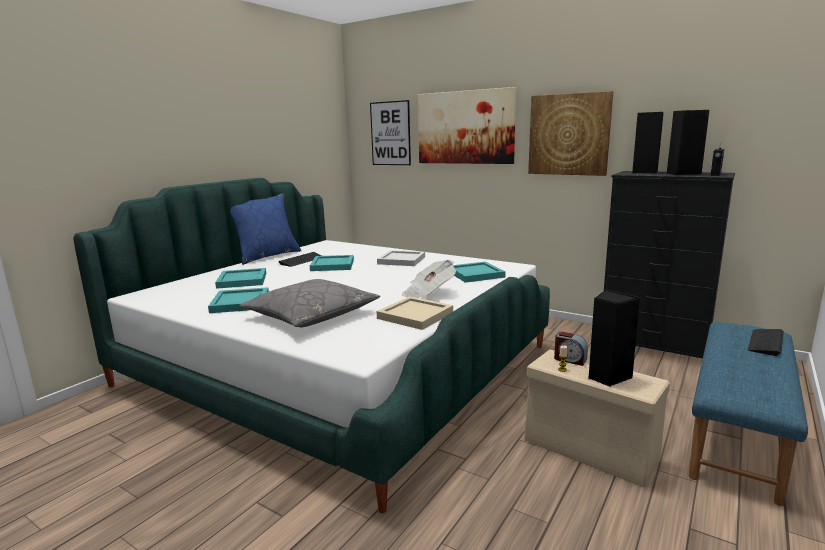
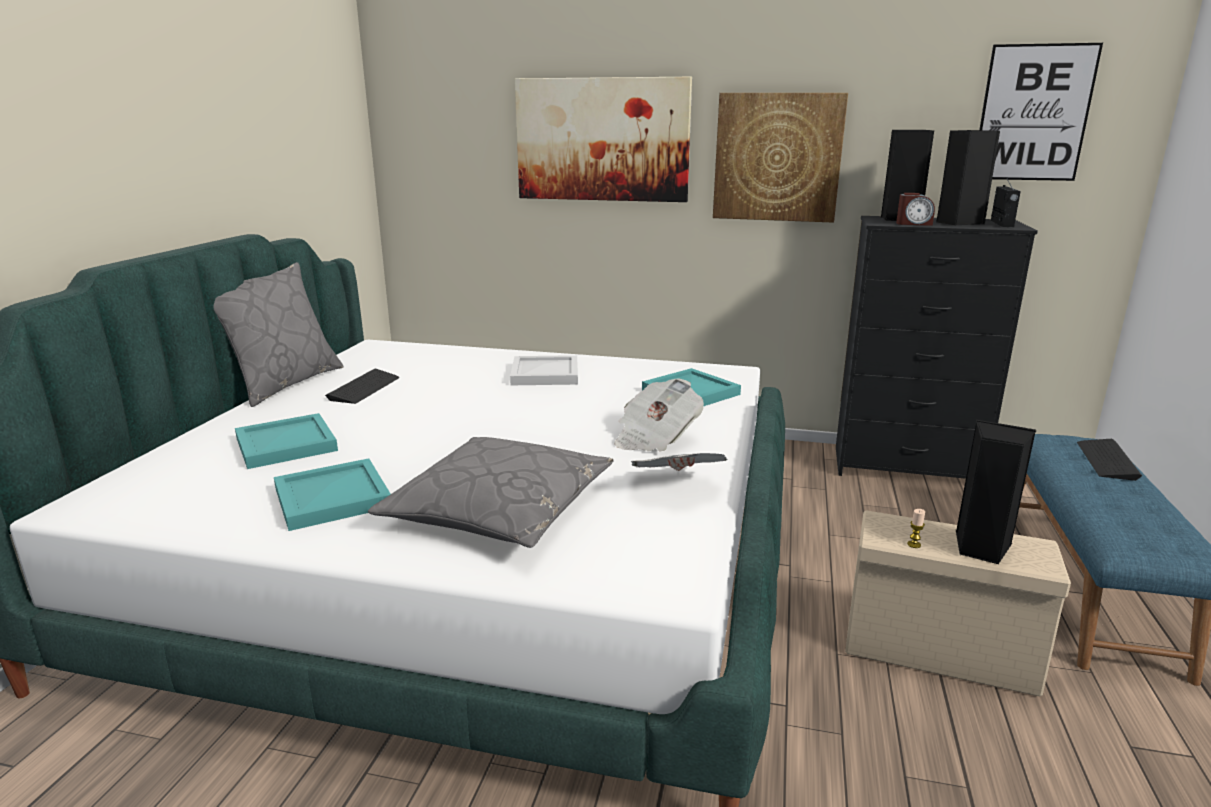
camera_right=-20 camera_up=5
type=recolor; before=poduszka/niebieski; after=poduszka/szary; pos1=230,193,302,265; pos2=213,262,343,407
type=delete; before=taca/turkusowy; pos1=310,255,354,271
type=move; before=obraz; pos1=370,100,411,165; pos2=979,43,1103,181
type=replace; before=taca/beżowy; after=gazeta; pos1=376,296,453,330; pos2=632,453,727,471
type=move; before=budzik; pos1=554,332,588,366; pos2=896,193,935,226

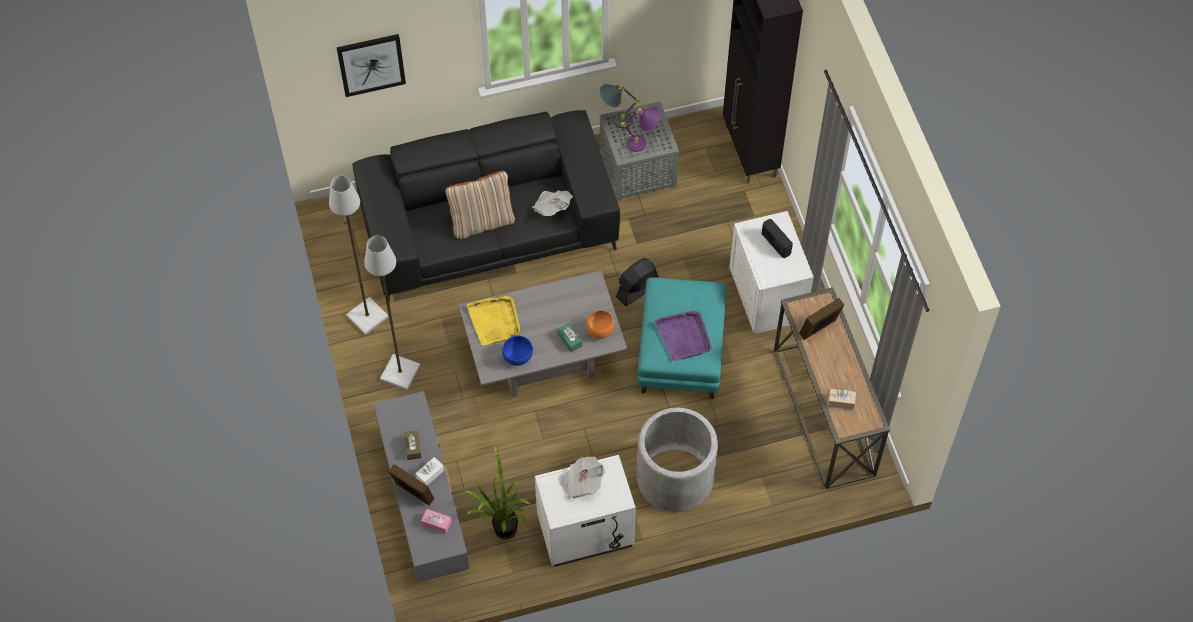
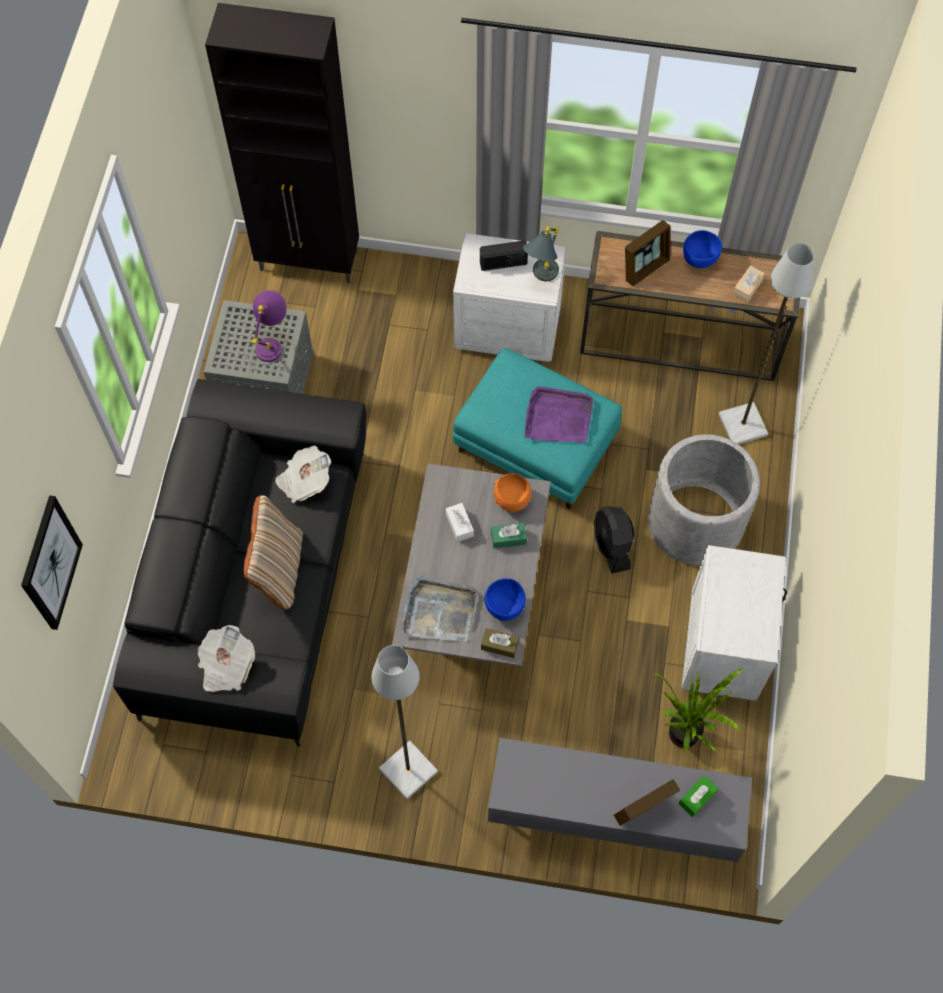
camera_right=-65 camera_up=5
type=move; before=lampa stojąca/szary; pos1=329,176,388,335; pos2=719,243,815,444
type=move; before=pudełko chusteczek/brązowy; pos1=404,431,421,460; pos2=481,628,519,658
type=move; before=pudełko chusteczek/biały; pos1=415,457,444,485; pos2=446,503,474,542
type=recolor; before=pudełko chusteczek/różowy; after=pudełko chusteczek/zielony; pos1=421,509,451,534; pos2=679,775,718,817
type=recolor; before=taca/żółty; after=taca/szary; pos1=467,296,521,346; pos2=401,577,478,641
type=move; before=gazeta; pos1=558,456,605,499; pos2=197,625,255,692
type=move; before=lampa stołowa/szary; pos1=600,84,639,128; pos2=523,226,560,281
type=move; before=wentylator/czarny; pos1=616,258,659,306; pos2=594,506,634,574
type=rotate; before=ramka na zdjęcie; pos1=799,298,844,340; pos2=625,220,671,286; turn=-120
type=insert; after=miska/niebieski; pos2=683,230,722,268

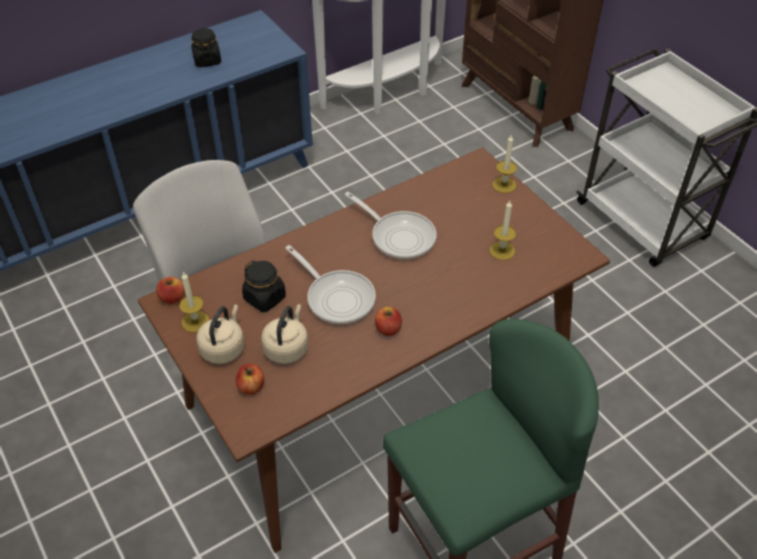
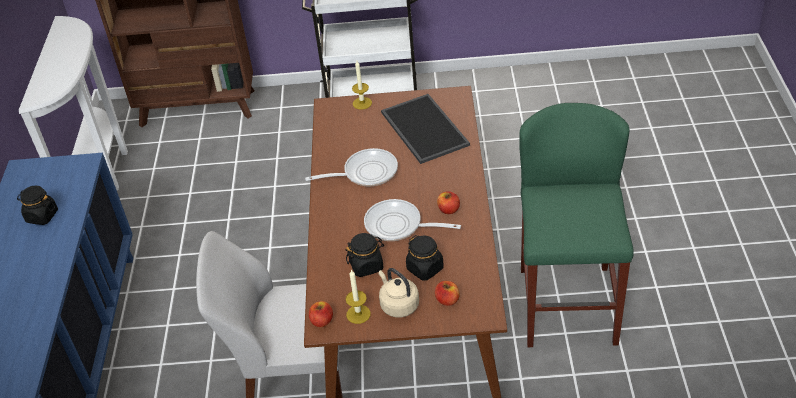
camera_right=-55 camera_up=-5
type=replace; before=czajnik/beżowy; after=słoik/czarny; pos1=261,304,308,364; pos2=406,235,444,281
type=rotate; before=patelnia; pos1=285,245,376,324; pos2=364,199,461,241; turn=-150
type=replace; before=świeca; after=taca; pos1=490,201,516,260; pos2=381,94,470,164

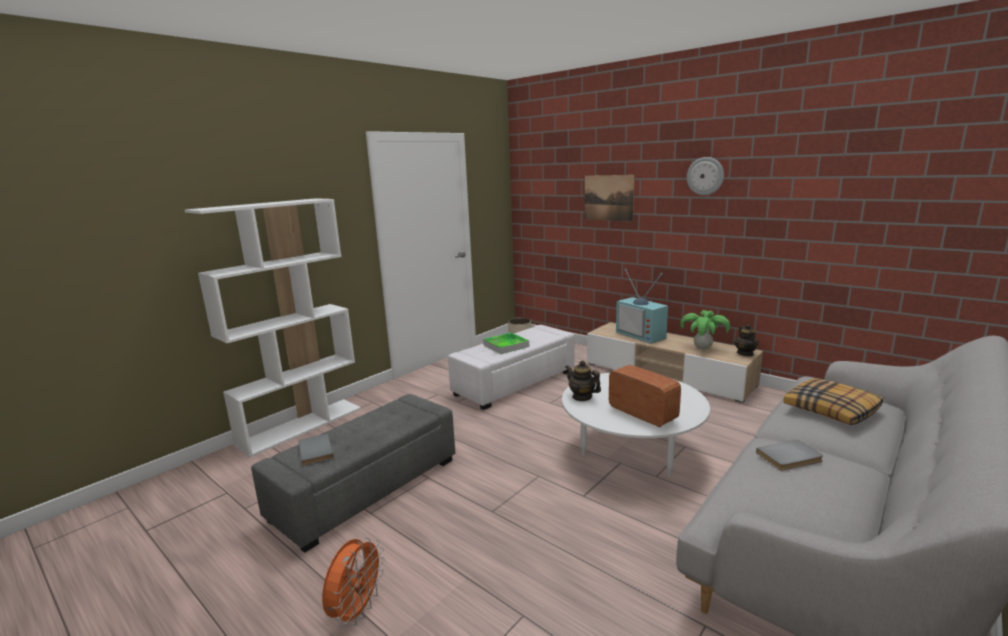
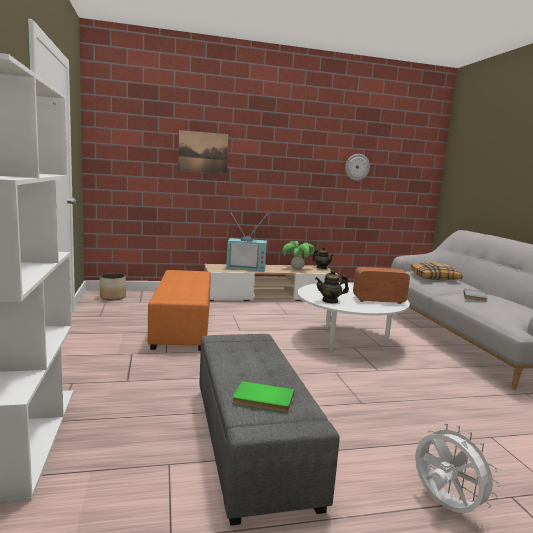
camera_right=-55 camera_up=-5
type=recolor; before=książka/szary; after=książka/zielony; pos1=299,434,334,465; pos2=232,381,295,413
type=recolor; before=wentylator/pomarańczowy; after=wentylator/biały; pos1=322,537,385,627; pos2=415,424,500,513
type=recolor; before=pufa/biały; after=pufa/pomarańczowy; pos1=448,325,574,410; pos2=148,270,211,351
type=delete; before=taca; pos1=483,332,529,354
type=move; before=zegar ścienny; pos1=687,157,724,195; pos2=345,154,370,181

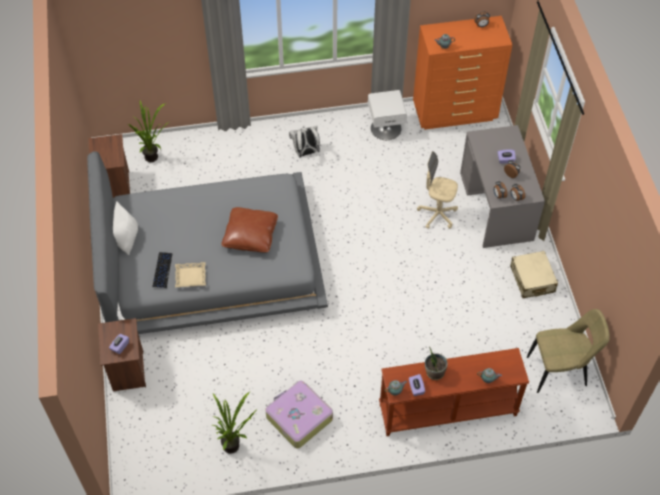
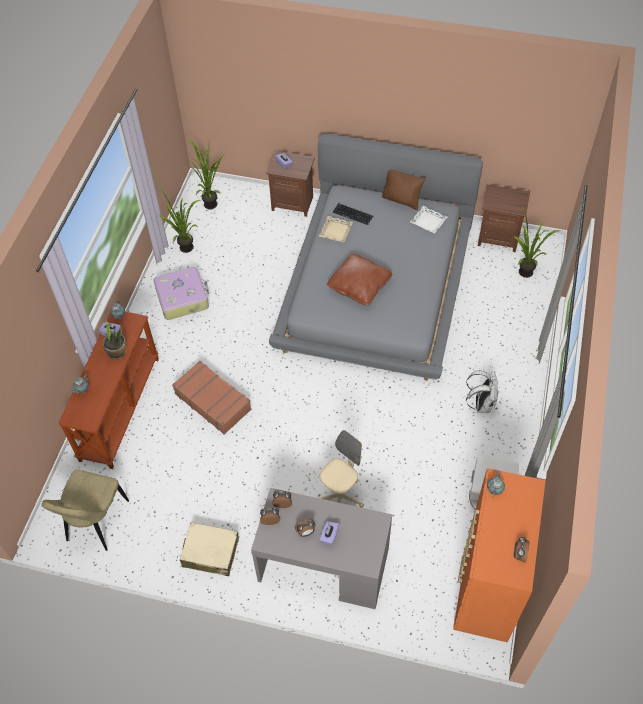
camera_right=115 camera_up=0
type=recolor; before=poduszka/biały; after=poduszka/brązowy; pos1=113,201,138,255; pos2=382,169,426,210
type=insert; after=walizka/brązowy; pos2=172,361,252,435
type=insert; after=roślina doniczkowa; pos2=184,138,224,210
type=insert; after=taca/biały; pos2=410,206,448,234

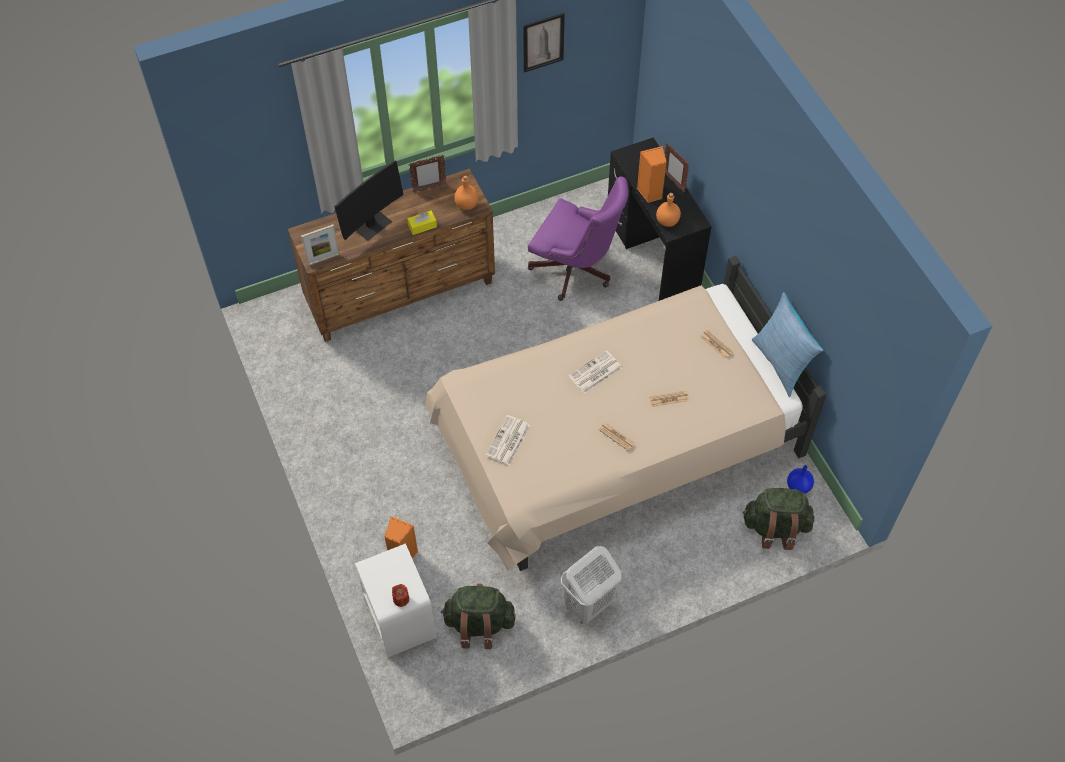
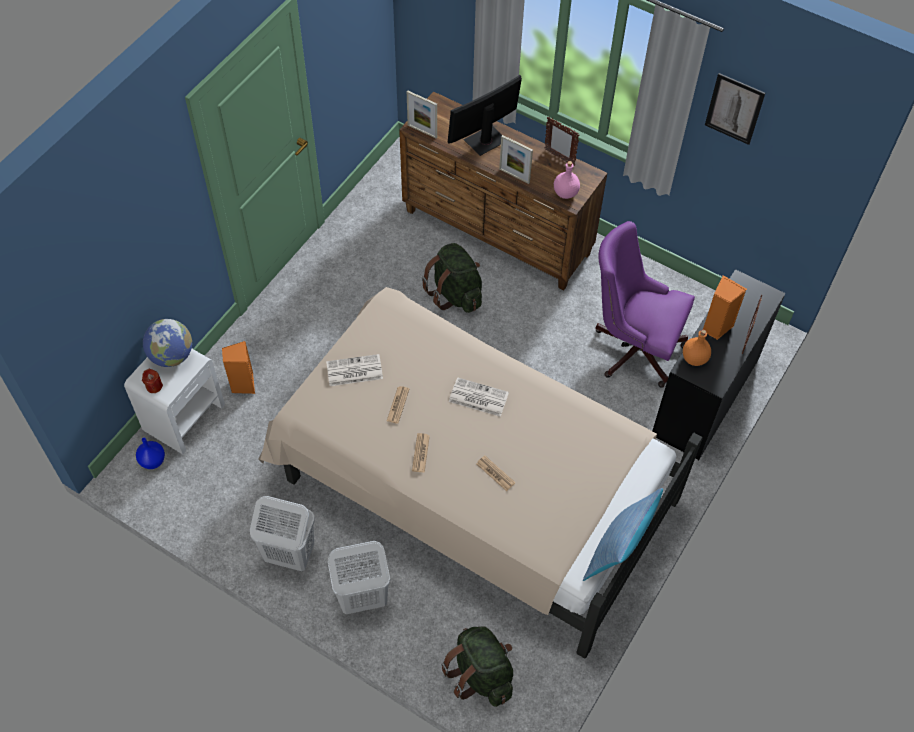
camera_right=55 camera_up=0
type=rotate; before=monitor; pos1=334,160,404,241; pos2=448,75,522,156; turn=135
type=replace; before=pudełko chusteczek/żółty; after=ramka na zdjęcie; pos1=407,211,437,235; pos2=499,135,533,184
type=move; before=plecak/zielony; pos1=441,583,516,649; pos2=422,243,482,313
type=recolor; before=butelka/pomarańczowy; after=butelka/różowy; pos1=454,175,479,210; pos2=554,161,580,199
type=rotate; before=krzesło biurowe/fioletowy; pos1=528,176,629,301; pos2=595,221,695,388; turn=120
type=move; before=gazeta; pos1=700,330,734,359; pos2=387,386,409,424
type=move; before=wazon/niebieski; pos1=787,465,814,494; pos2=136,438,165,469
type=insert; after=globus; pos2=143,319,192,367
type=insert; after=kosz na pranie/biały; pos2=328,541,390,614

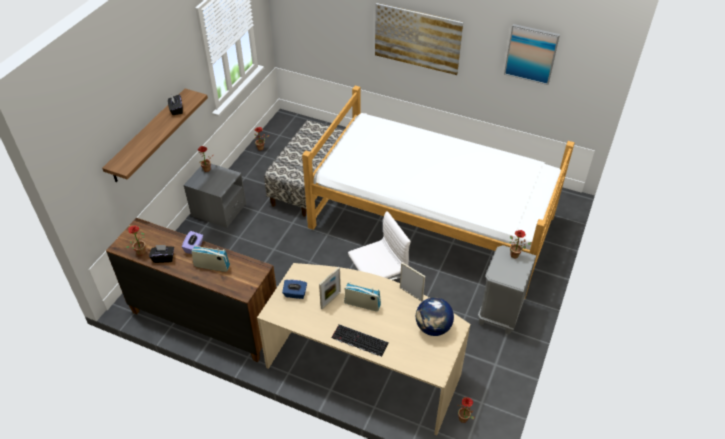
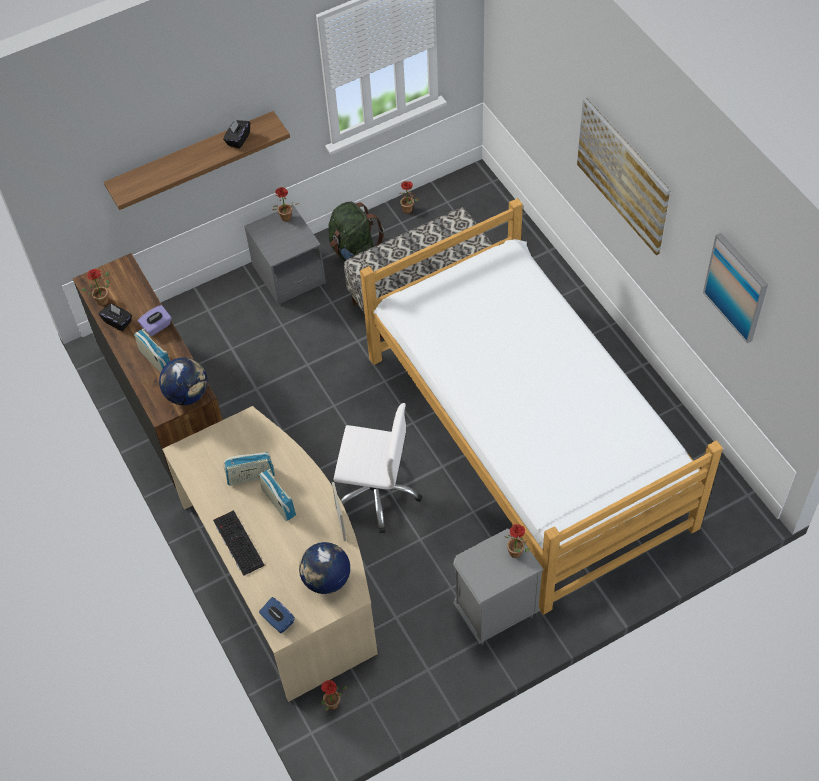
camera_right=40 camera_up=10
type=move; before=pudełko chusteczek/niebieski; pos1=282,280,307,299; pos2=259,597,295,633
type=replace; before=ramka na zdjęcie; after=radio; pos1=319,267,341,309; pos2=224,452,275,486
type=insert; after=globus; pos2=159,358,208,405
type=insert; after=plecak/zielony; pos2=328,202,384,261

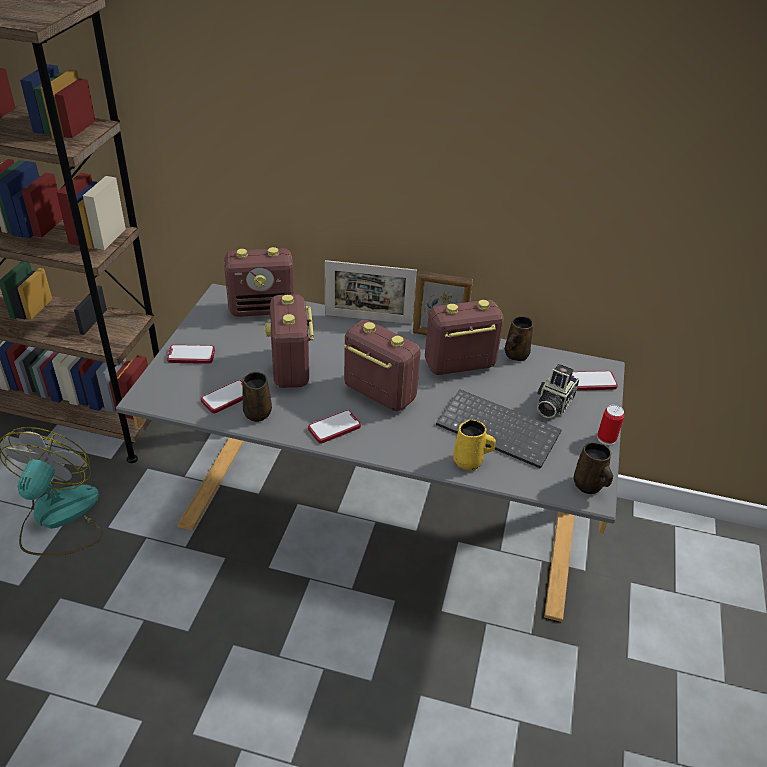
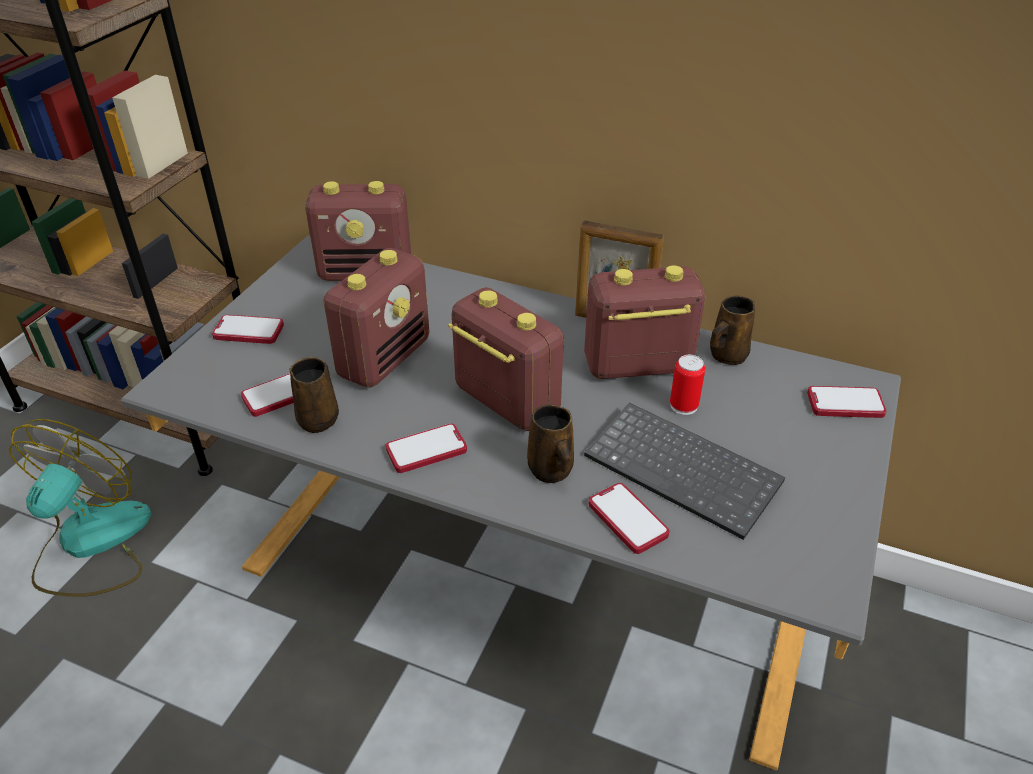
camera_right=10 camera_up=0
type=rotate; before=radio; pos1=265,294,314,388; pos2=323,248,429,388; turn=-150
type=delete; before=ramka na zdjęcie; pos1=325,260,417,324
type=replace; before=kubek/żółty; after=telefon; pos1=453,419,496,470; pos2=589,483,670,554
type=delete; before=aparat fotograficzny; pos1=537,364,579,418
type=move; before=kubek/brązowy; pos1=574,442,613,494; pos2=527,404,574,483
type=move; before=puszka; pos1=597,405,625,445; pos2=670,355,705,415

